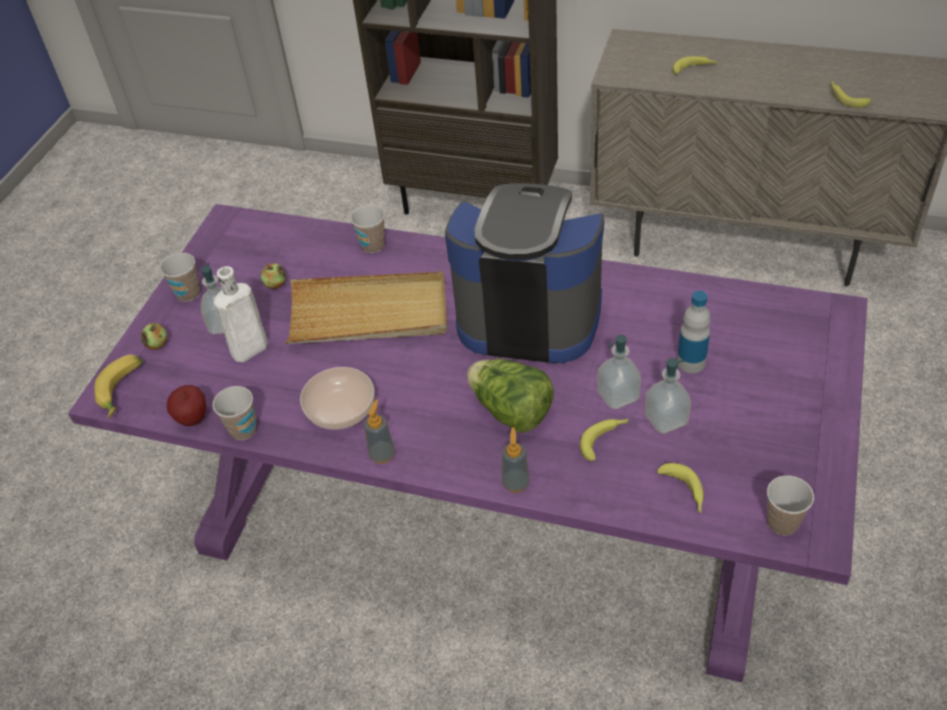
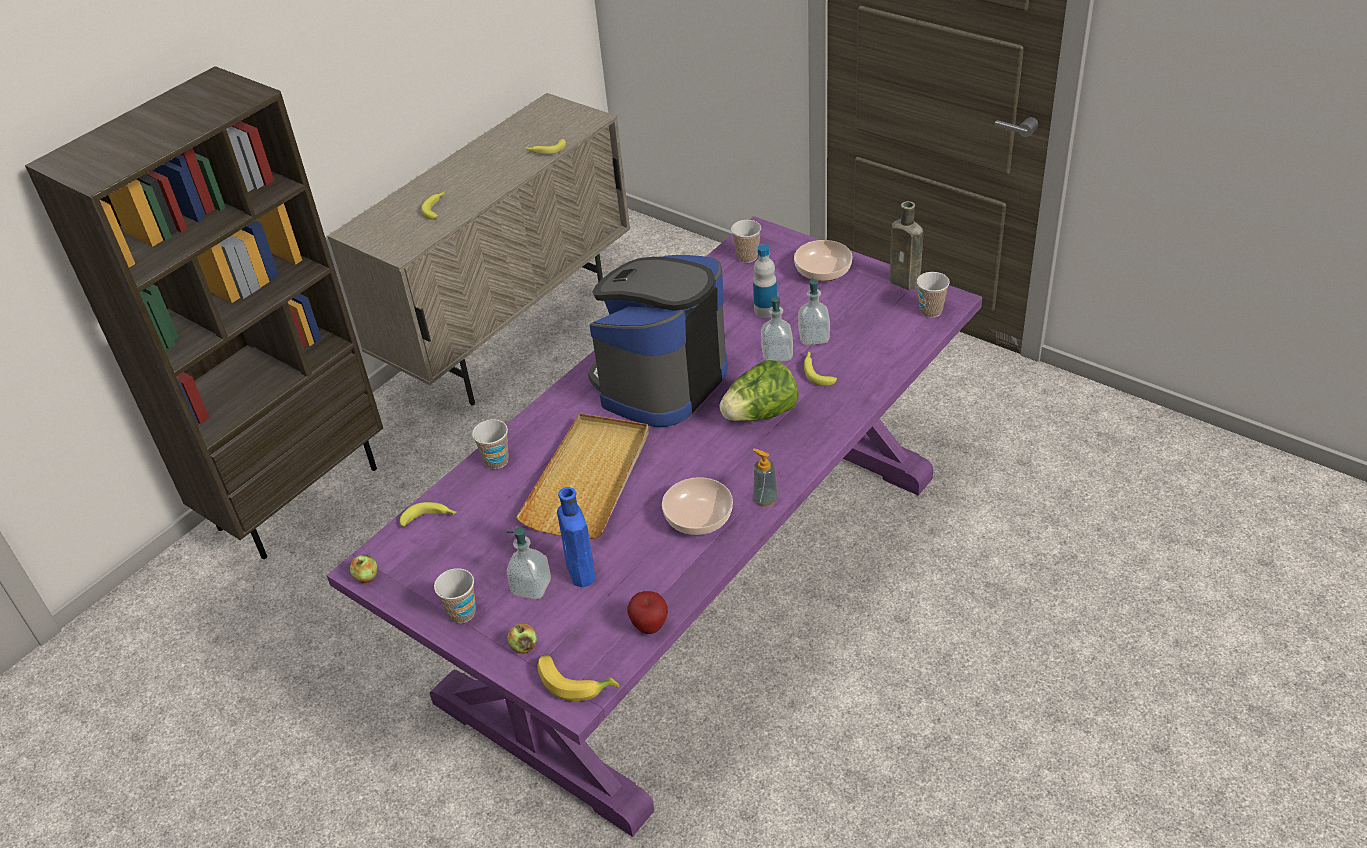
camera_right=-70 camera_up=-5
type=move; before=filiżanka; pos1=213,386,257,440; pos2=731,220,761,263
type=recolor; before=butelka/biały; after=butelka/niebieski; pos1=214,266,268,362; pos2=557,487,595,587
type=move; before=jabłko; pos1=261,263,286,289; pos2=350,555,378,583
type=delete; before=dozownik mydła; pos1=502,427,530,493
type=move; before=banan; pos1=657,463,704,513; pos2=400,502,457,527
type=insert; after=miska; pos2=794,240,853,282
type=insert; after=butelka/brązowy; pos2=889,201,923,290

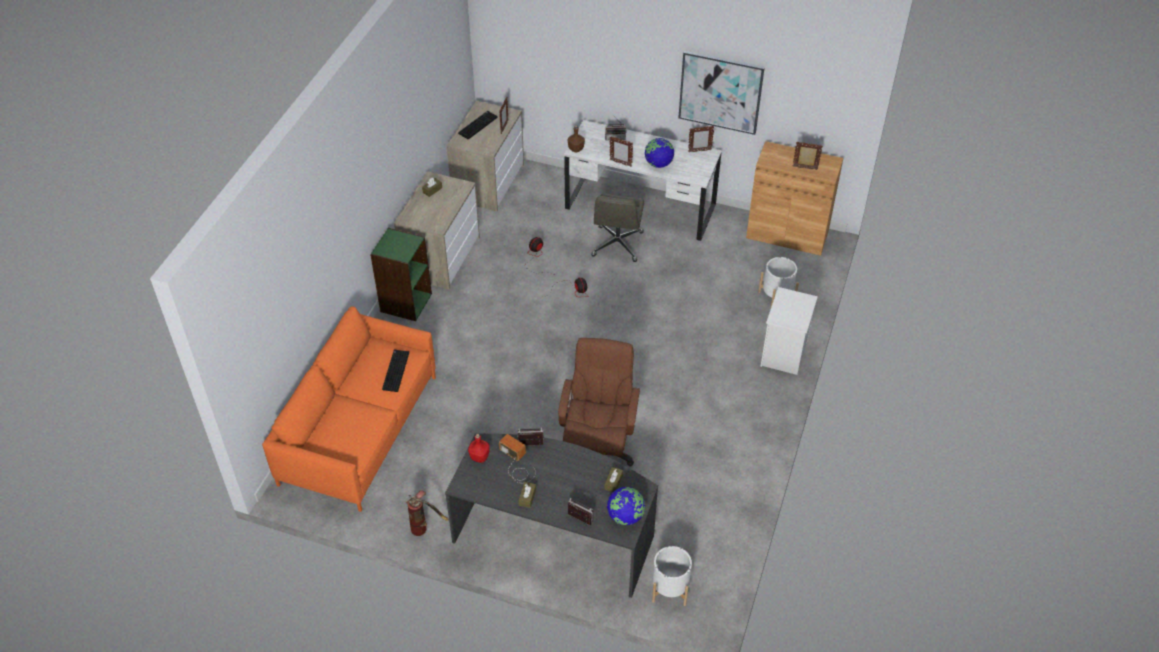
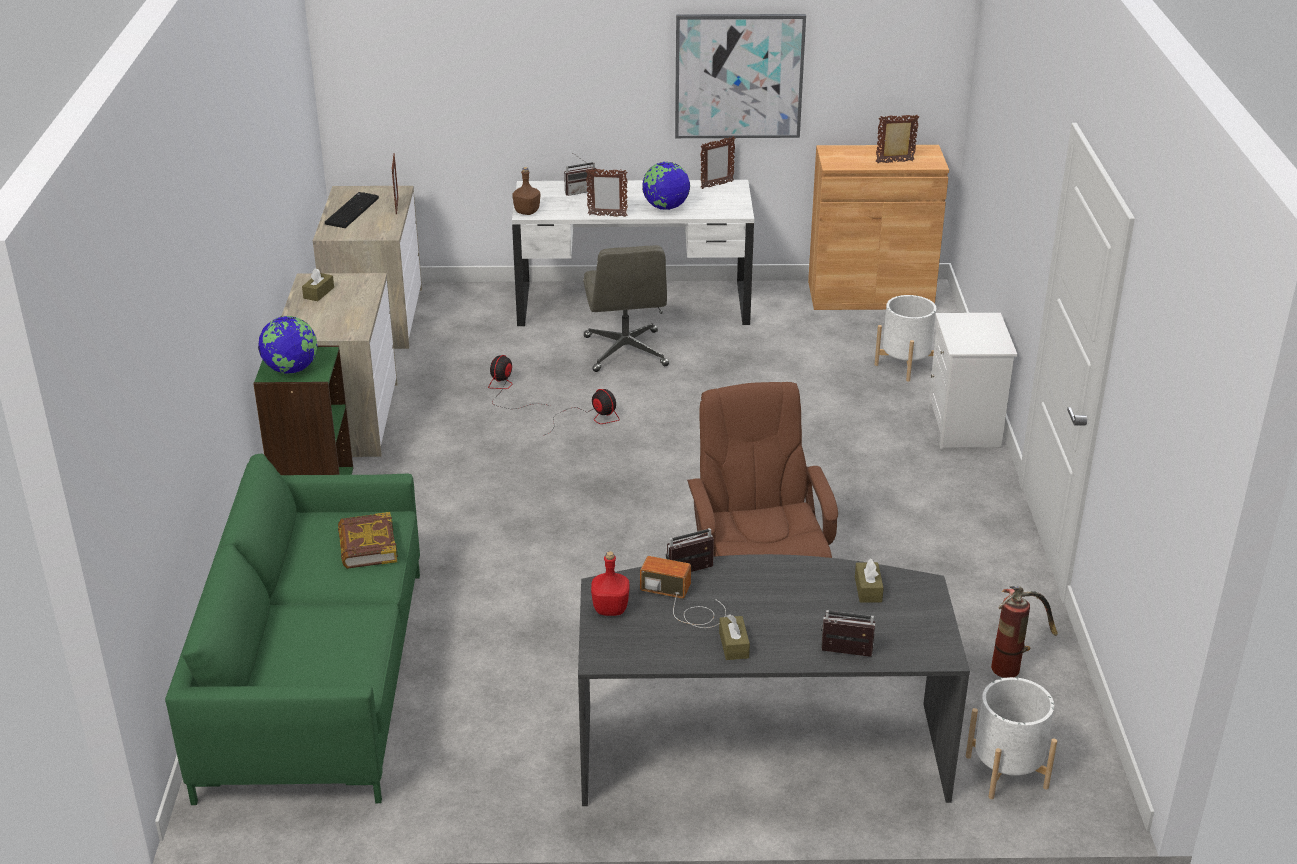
camera_right=-20 camera_up=-15
type=recolor; before=kanapa/pomarańczowy; after=kanapa/zielony; pos1=262,306,436,512; pos2=165,454,420,805
type=replace; before=klawiatura; after=książka; pos1=382,350,409,392; pos2=338,512,398,569
type=move; before=gaśnica; pos1=405,490,449,536; pos2=991,586,1058,678
type=move; before=globus; pos1=607,487,645,525; pos2=258,316,317,374

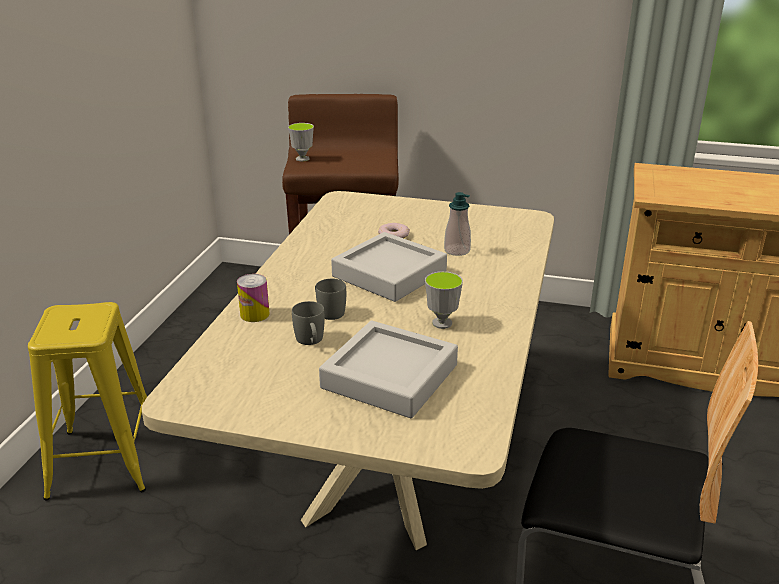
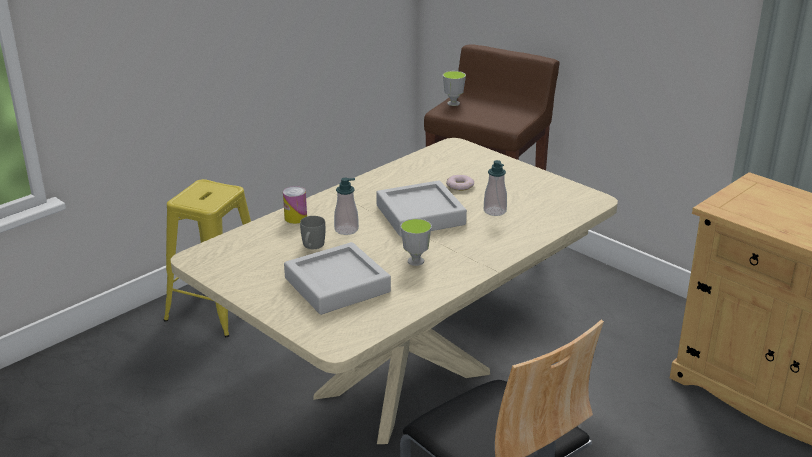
camera_right=30 camera_up=0
type=replace; before=kubek/szary; after=dozownik mydła; pos1=315,279,346,320; pos2=334,178,359,235

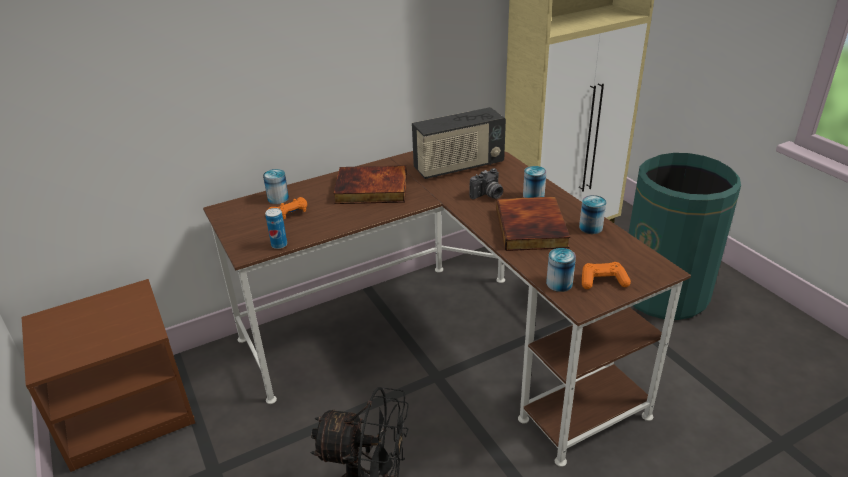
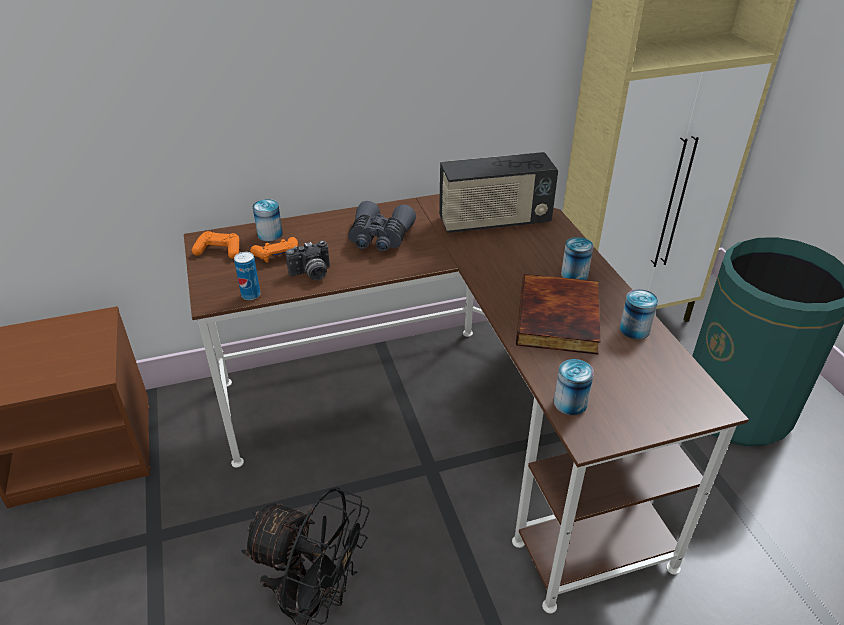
camera_right=10 camera_up=5
type=replace; before=książka; after=lornetka/szary; pos1=333,165,407,204; pos2=348,201,416,252
type=move; before=aparat fotograficzny; pos1=469,168,503,199; pos2=286,241,330,280
type=move; before=pad do gier/pomarańczowy; pos1=582,262,631,289; pos2=192,231,239,259

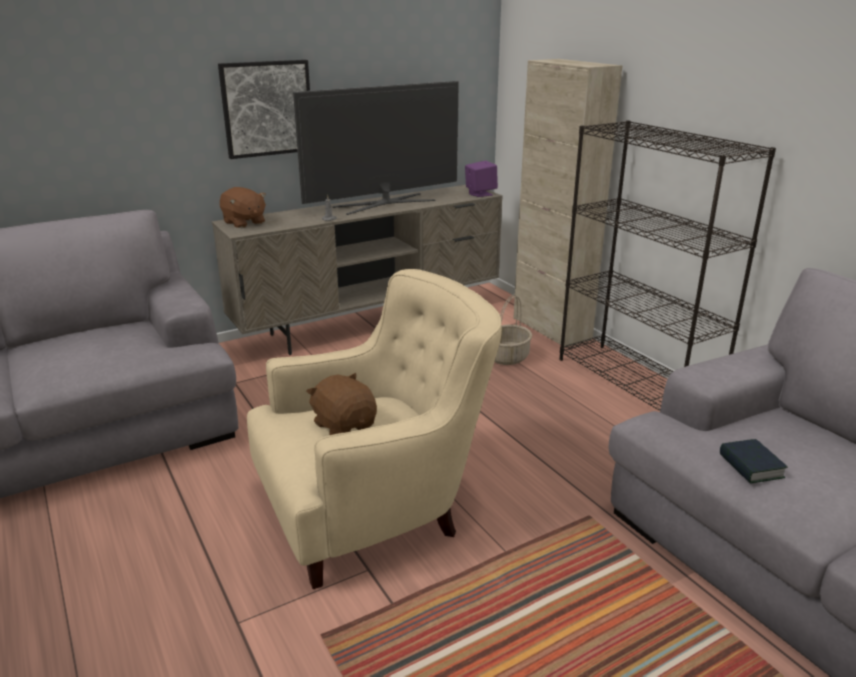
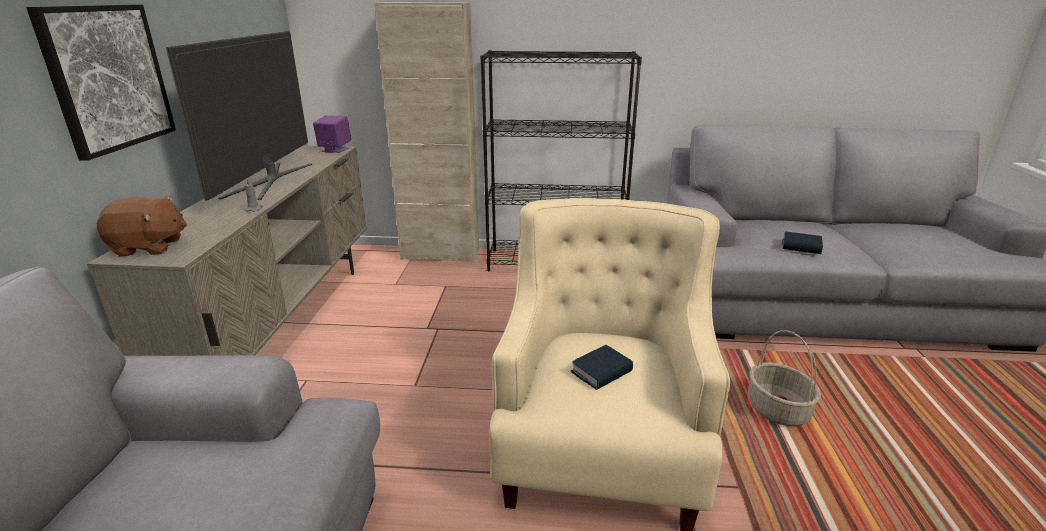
camera_right=-55 camera_up=0
type=replace; before=pluszak/brązowy; after=książka; pos1=306,373,377,435; pos2=571,345,633,390
type=move; before=koszyk; pos1=494,295,532,365; pos2=748,330,821,426

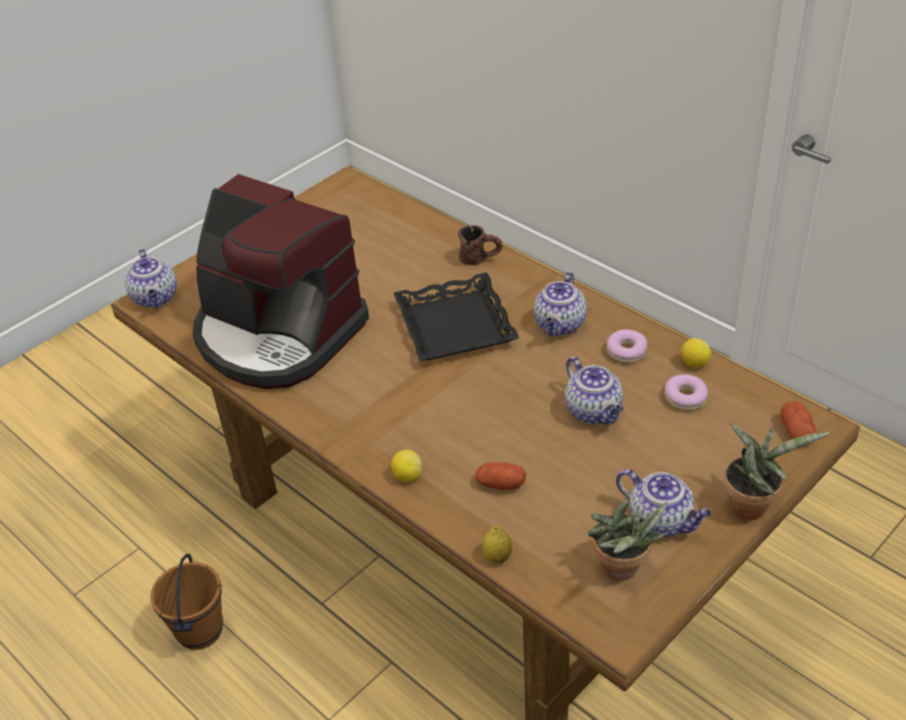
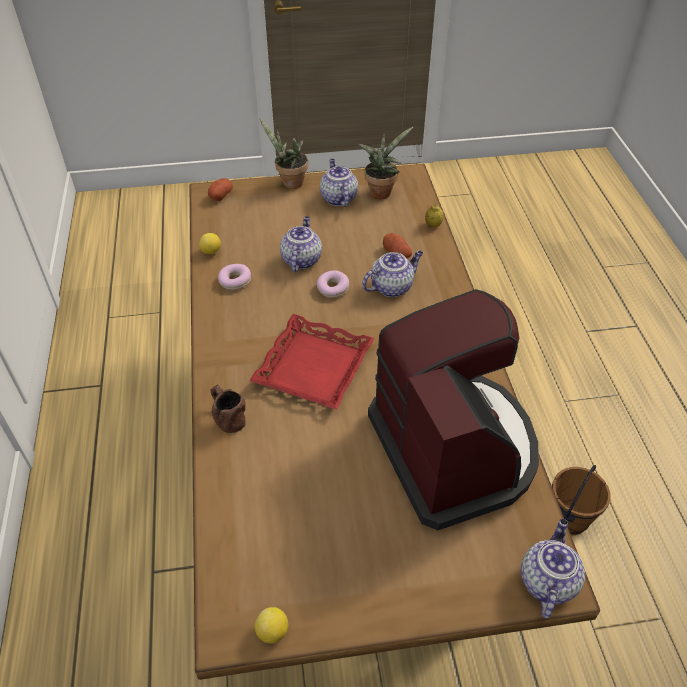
camera_right=-145 camera_up=5
type=move; before=cytryna; pos1=391,449,422,482; pos2=254,607,288,644
type=recolor; before=taca/czarny; after=taca/czerwony; pos1=394,273,519,360; pos2=249,314,374,410
type=move; before=imbryk; pos1=534,272,587,337; pos2=362,251,423,297
type=move; before=donut; pos1=665,374,708,410; pos2=316,270,349,298

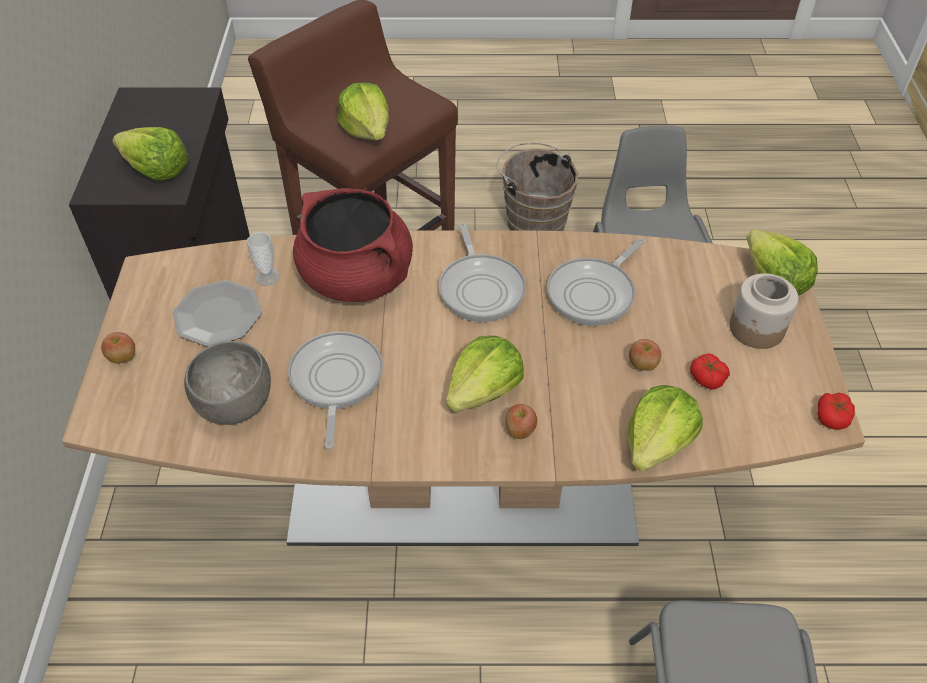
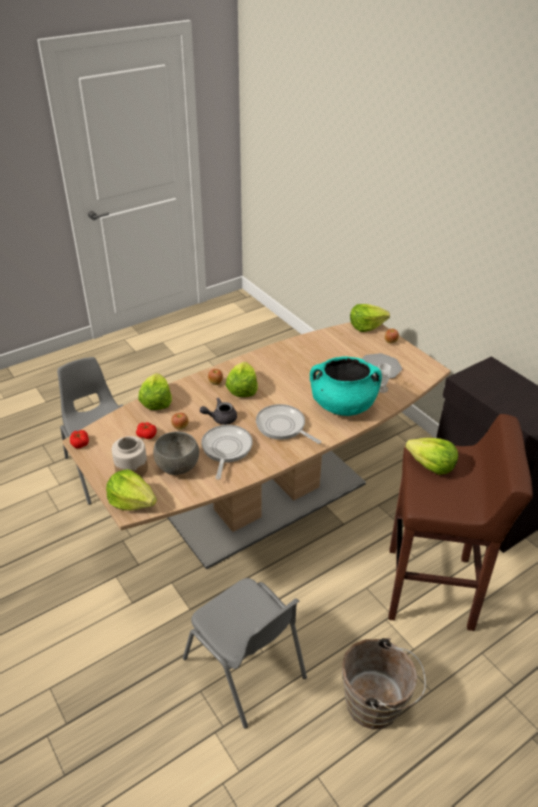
camera_right=145 camera_up=-10
type=move; before=sałata; pos1=113,127,189,181; pos2=350,304,390,332
type=move; before=miska/szary; pos1=184,341,271,425; pos2=153,432,199,475
type=delete; before=patelnia; pos1=288,332,383,449
type=recolor; before=garnek/czerwony; after=garnek/turkusowy; pos1=293,188,413,302; pos2=310,356,382,416
type=insert; after=imbryk/szary; pos2=200,397,237,425

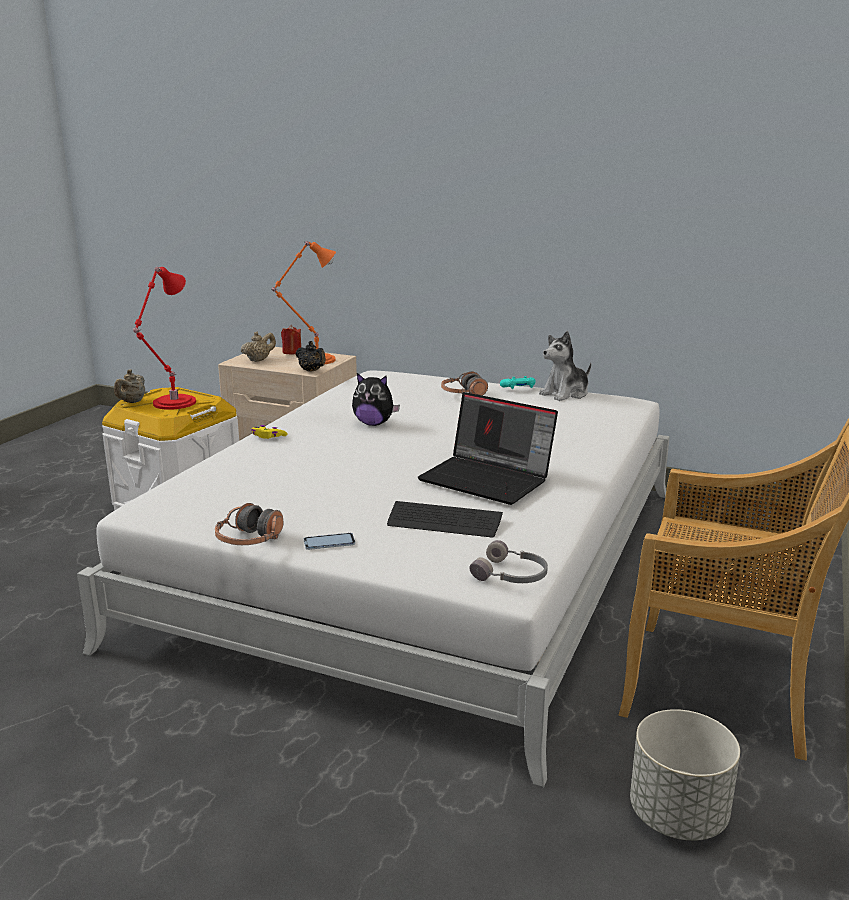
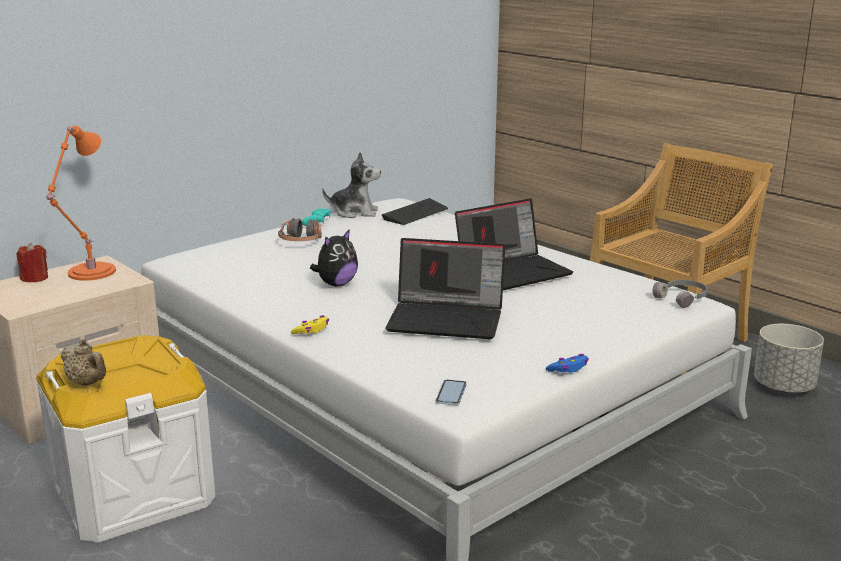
camera_right=-65 camera_up=0
type=delete; before=lampa stołowa/czerwony; pos1=133,267,196,410
type=replace; before=słuchawki; after=pad do gier/niebieski; pos1=215,503,284,545; pos2=546,354,589,373
type=delete; before=imbryk/beżowy; pos1=241,332,276,362
type=delete; before=imbryk/czarny; pos1=296,341,326,372
type=move; before=telefon; pos1=304,533,355,550; pos2=436,380,467,405
type=move; before=klawiatura; pos1=387,501,503,537; pos2=382,198,448,225
type=rotate; before=pluszak; pos1=539,331,591,401; pos2=322,152,381,218; turn=-75
type=insert; after=laptop; pos2=385,238,505,339

